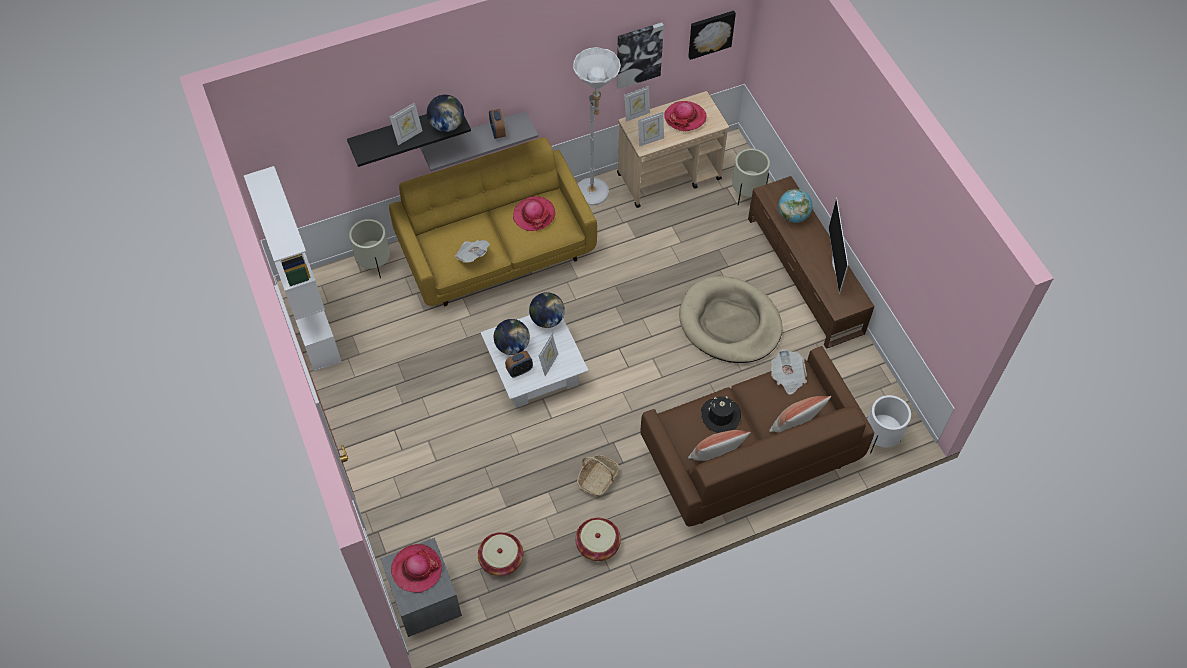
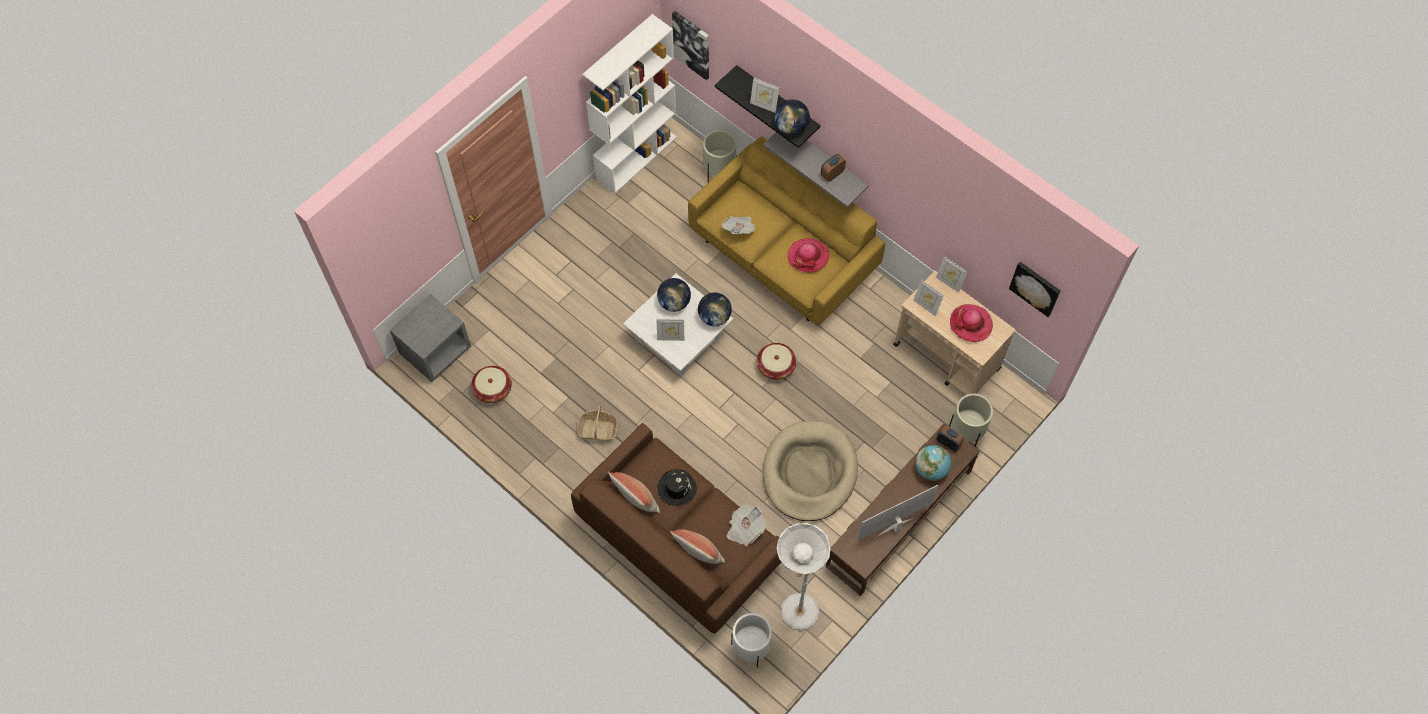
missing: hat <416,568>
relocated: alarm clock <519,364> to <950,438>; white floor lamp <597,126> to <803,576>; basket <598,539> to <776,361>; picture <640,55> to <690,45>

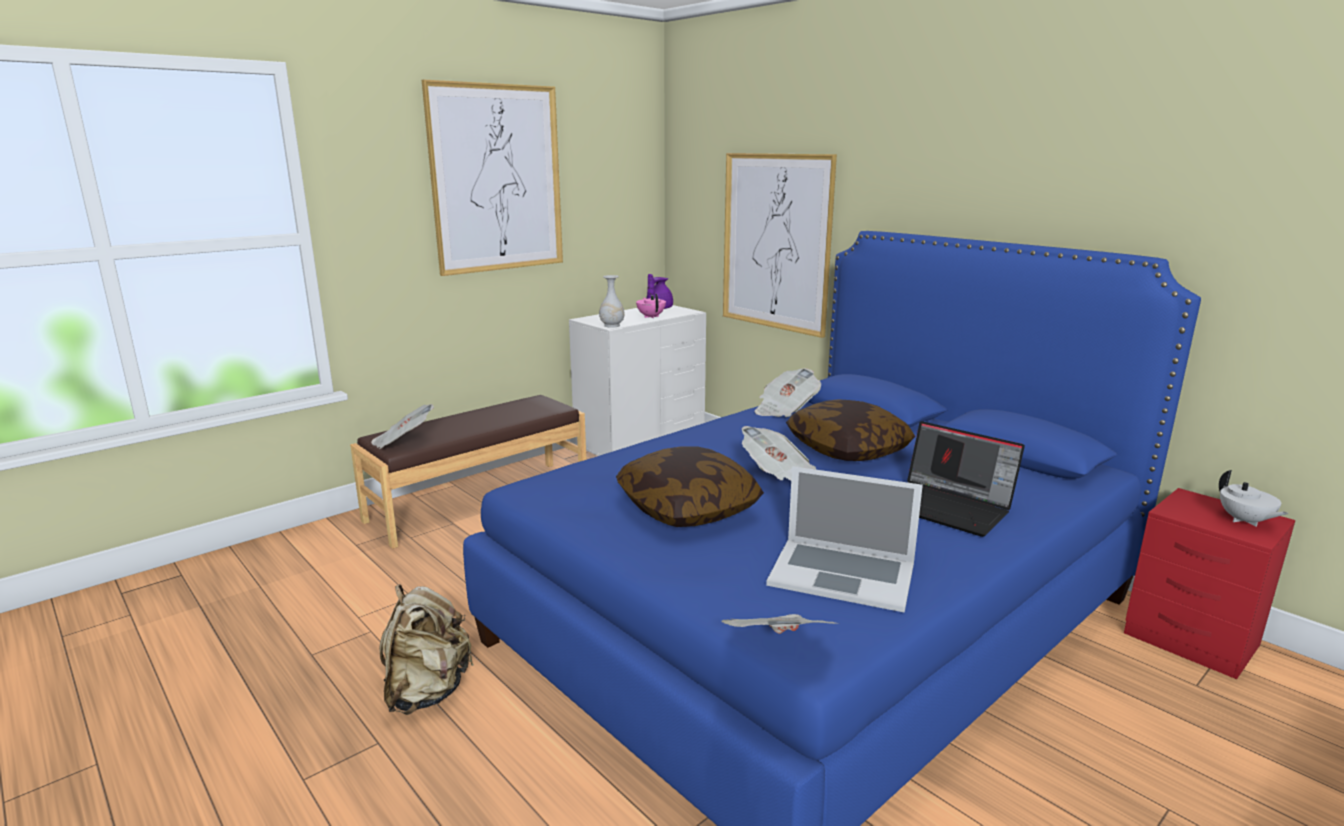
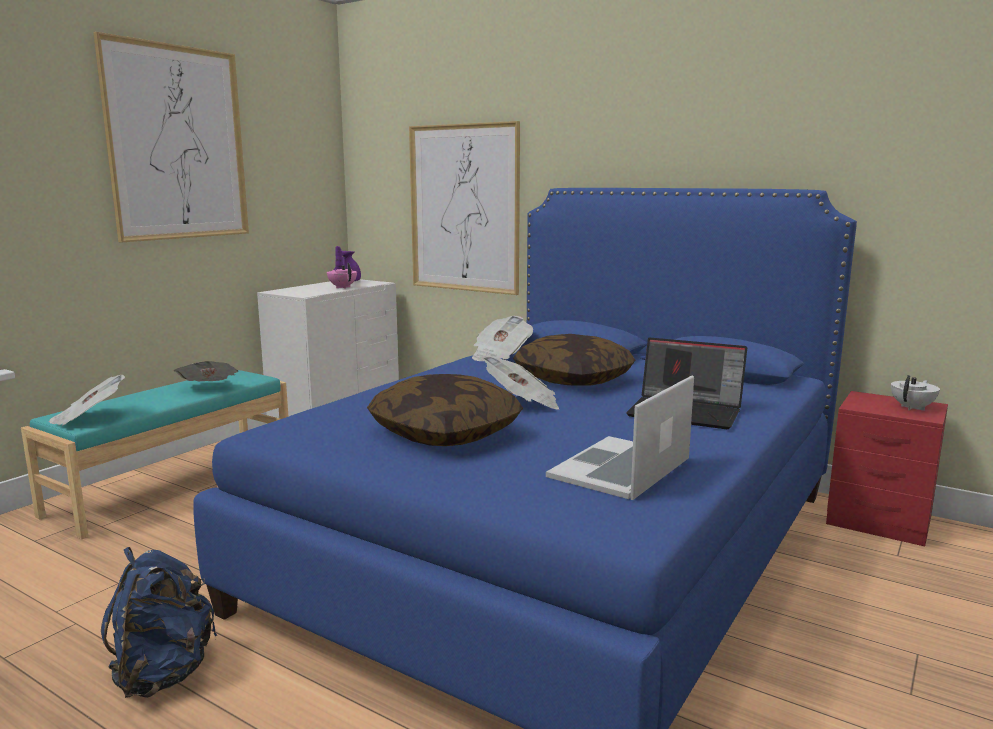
missing: white vase <612,301>
relocated: newspaper <780,624> to <206,371>
colour: brown bench <468,472> to turquoise bench <155,454>; beige backpack <426,649> to blue backpack <159,622>
spun: laptop <844,539> = <620,437> 120 degrees clockwise; white teapot <1254,498> = <915,393> 105 degrees counterclockwise

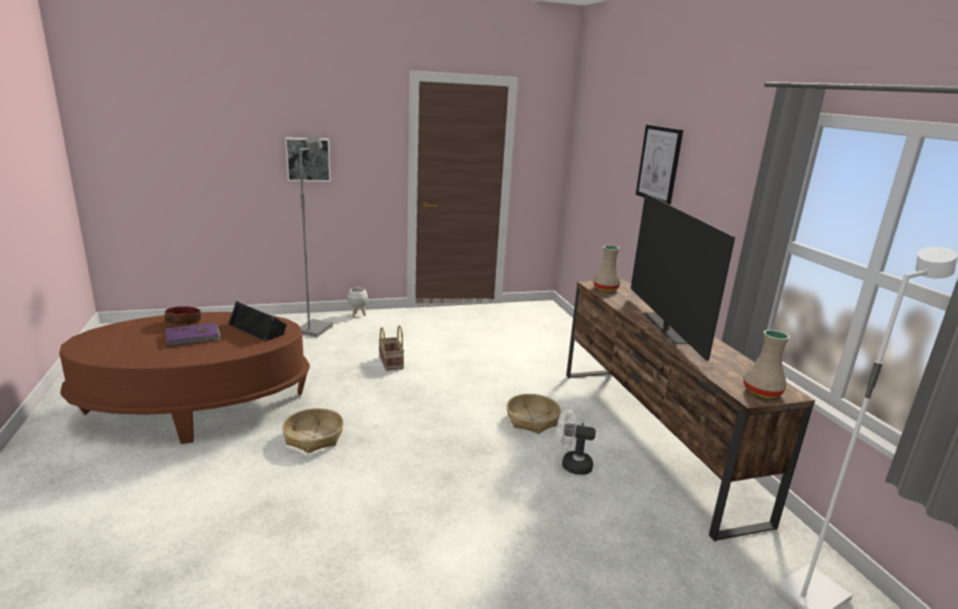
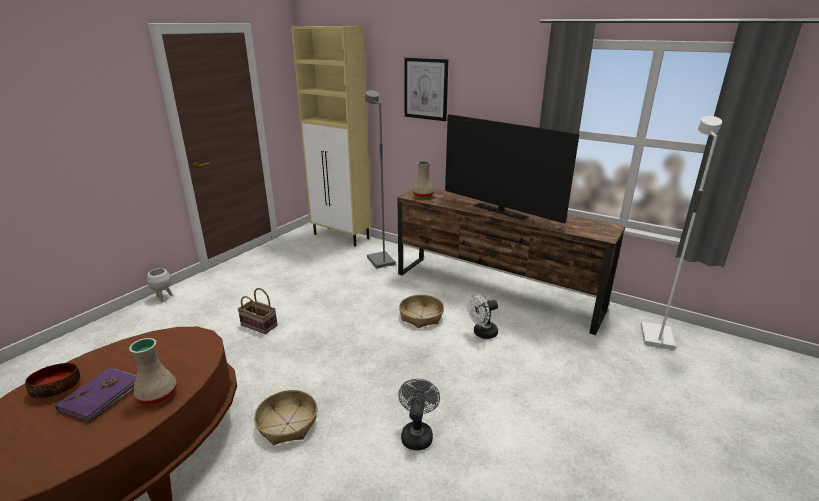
missing: black speaker <257,321>; picture <308,159>
appeared: beige cabinet <331,136>; grey fan <419,414>
relocated: grey floor lamp <316,236> to <380,179>; beige vase <766,364> to <153,371>

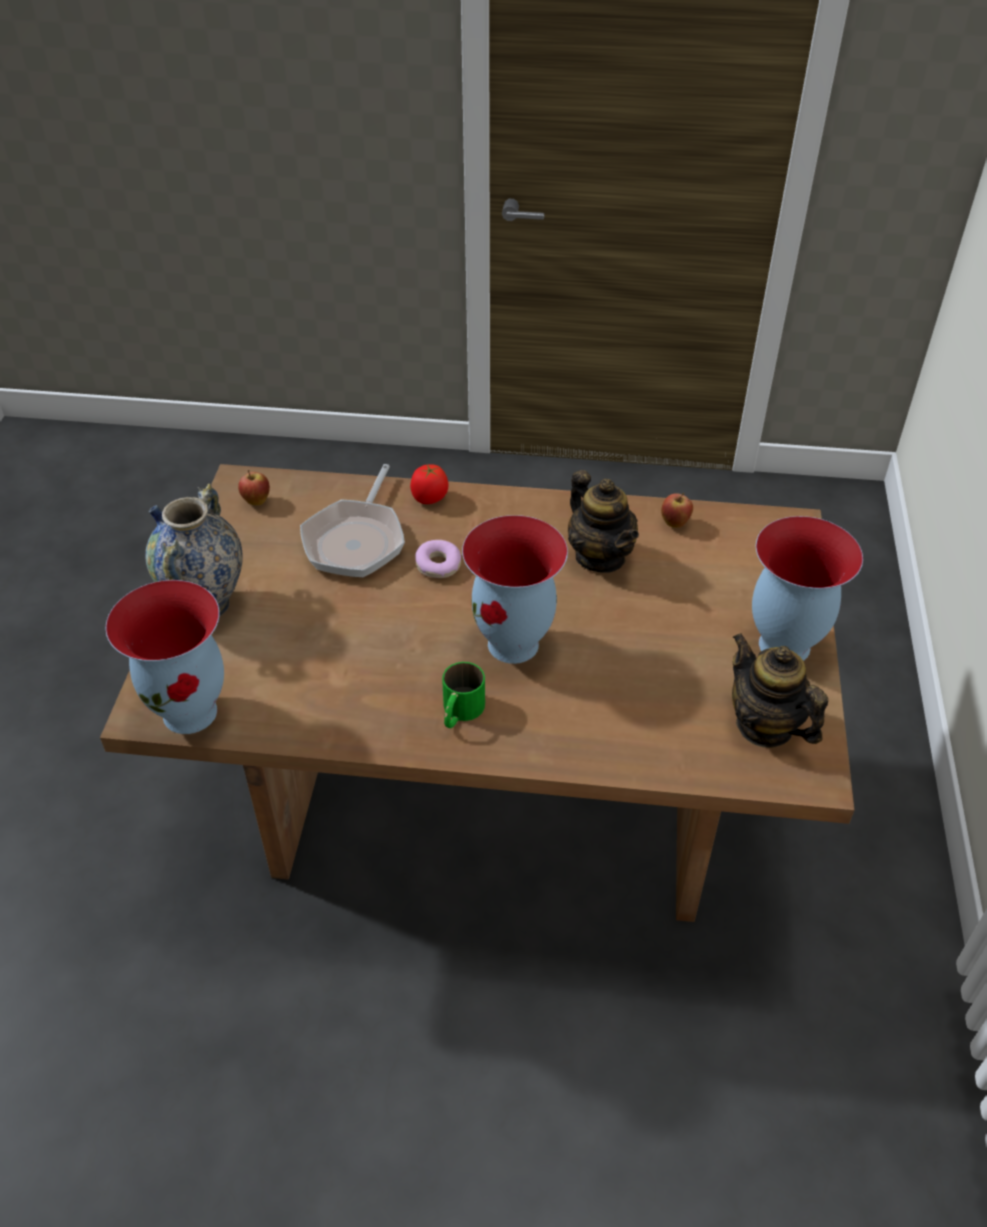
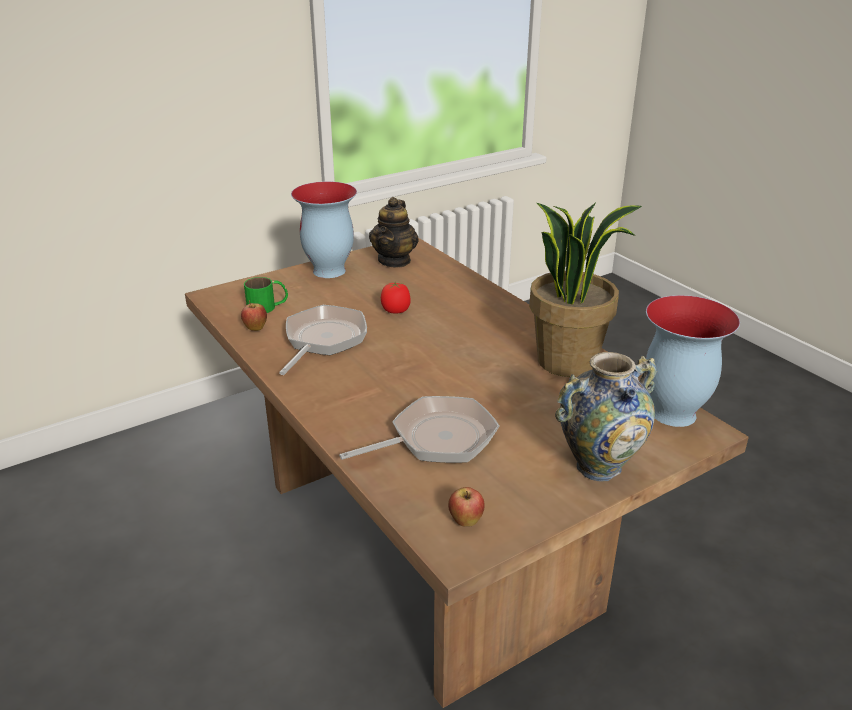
missing: donut <438,559>; vase <515,589>
appeared: potted plant <585,290>
relocated: tomato <429,484> to <396,297>; green mug <463,695> to <266,295>
exchanged: teapot <603,521> to frying pan <323,340>

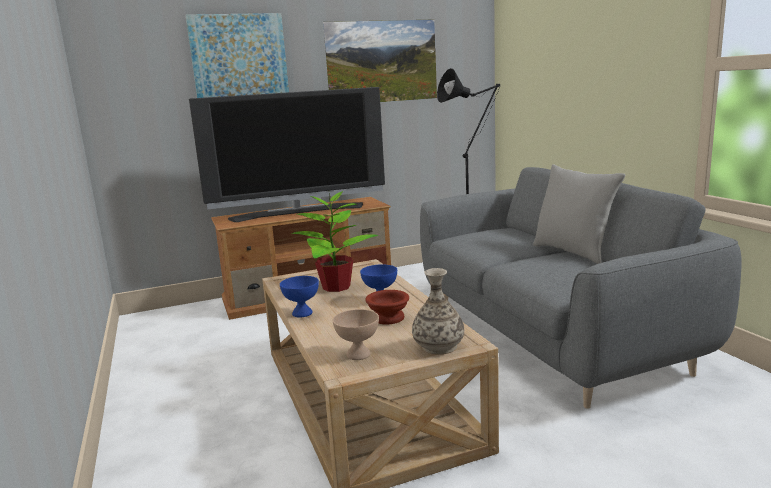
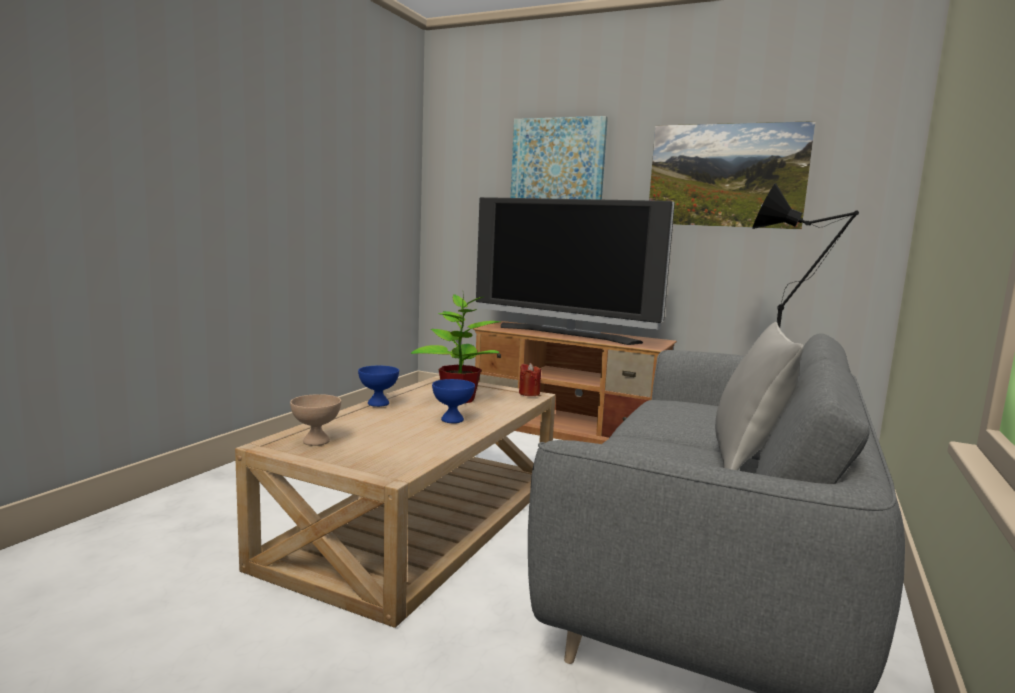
missing: brown bowl <387,307>; vase <438,311>
appeared: red candle <530,379>

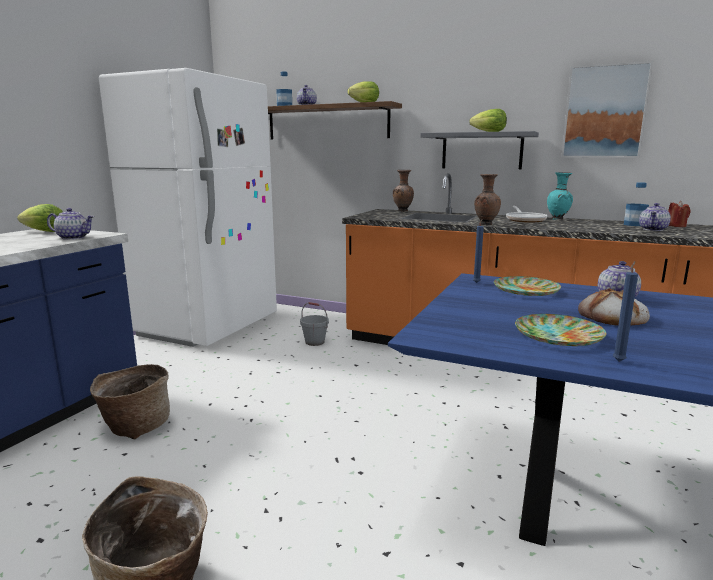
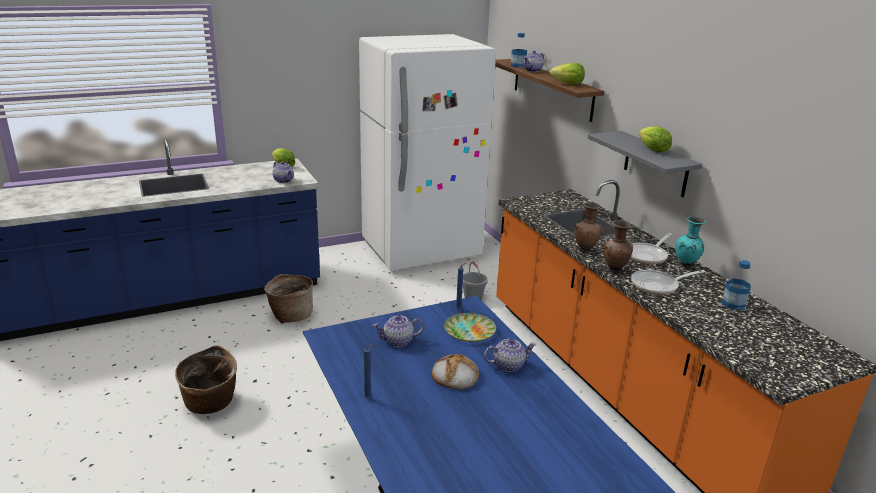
missing: plate <560,330>; picture <607,109>; red candle <679,214>
appeared: frying pan <668,282>
relocated: brown vase <403,191> to <618,246>; teapot <655,217> to <398,331>

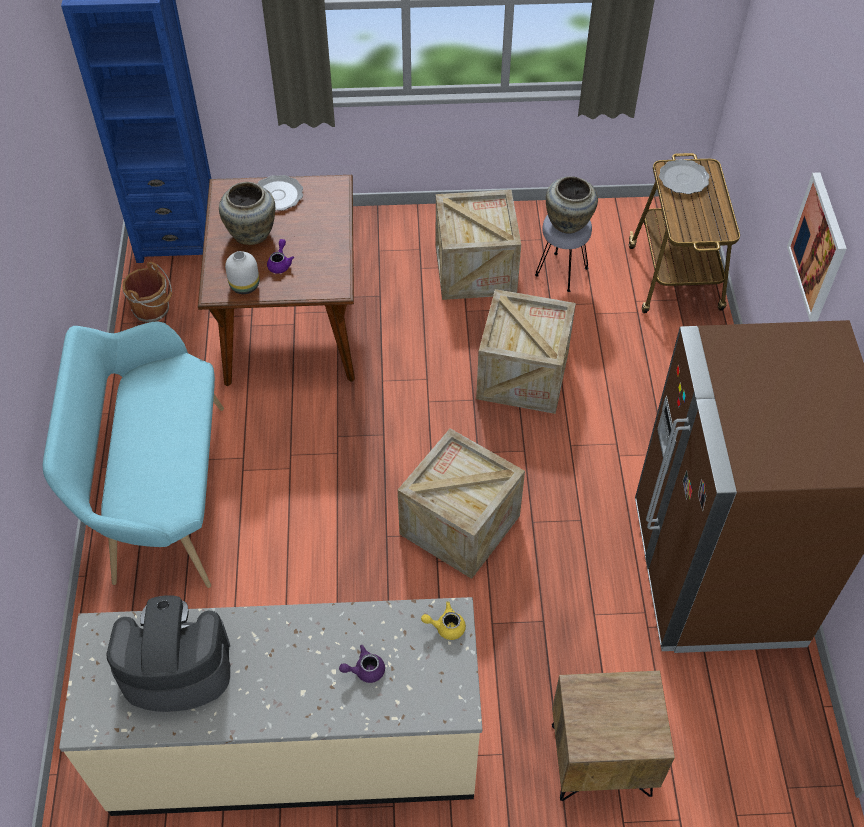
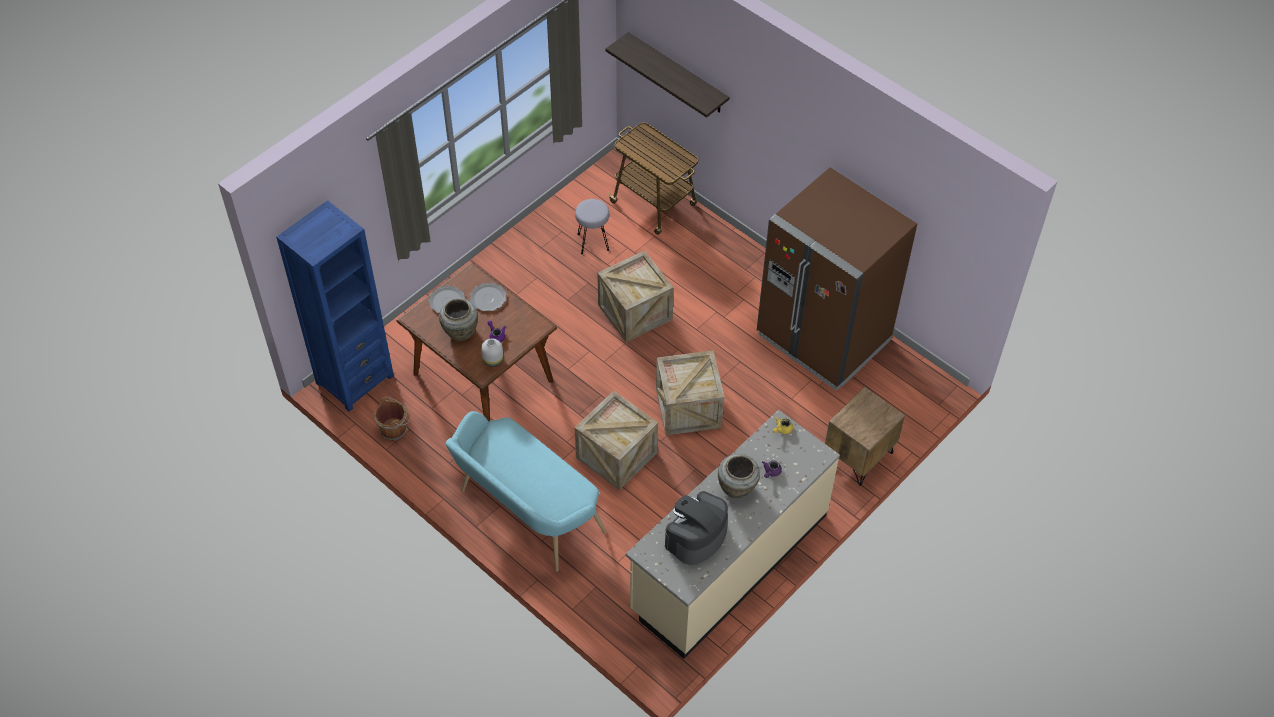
missing: picture <817,246>
appeared: shelf <667,75>
relocated: crate <478,245> to <616,440>; beige vase <572,205> to <739,476>; plate <684,176> to <488,297>

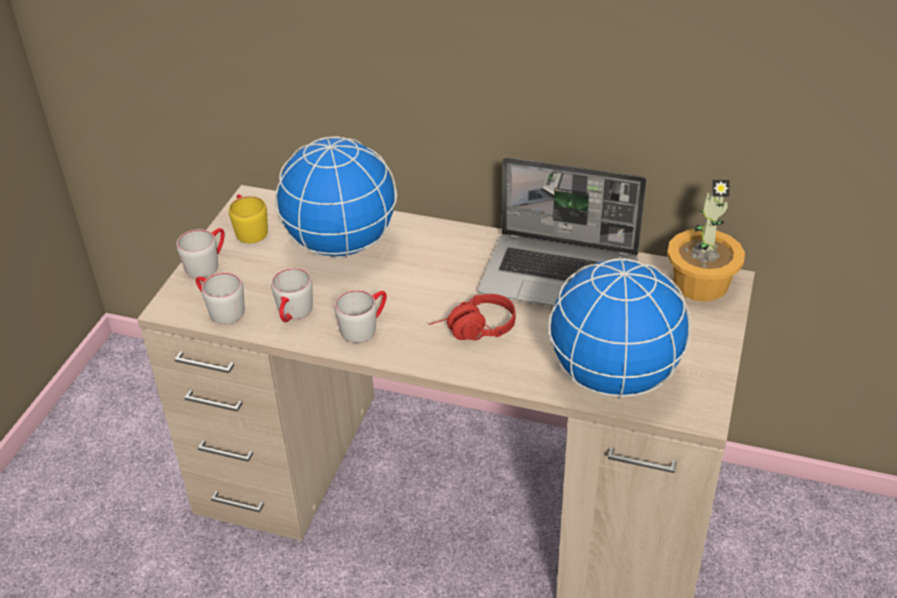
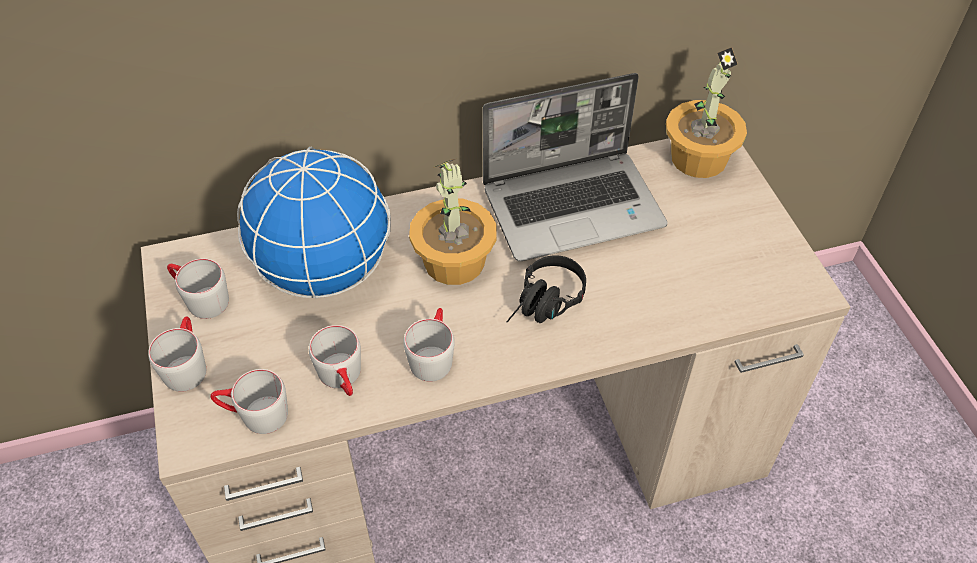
missing: globe <619,328>
appeared: potted plant <452,222>
colour: yellow mug <248,218> to grey mug <198,288>; red headphones <472,317> to black headphones <546,289>

